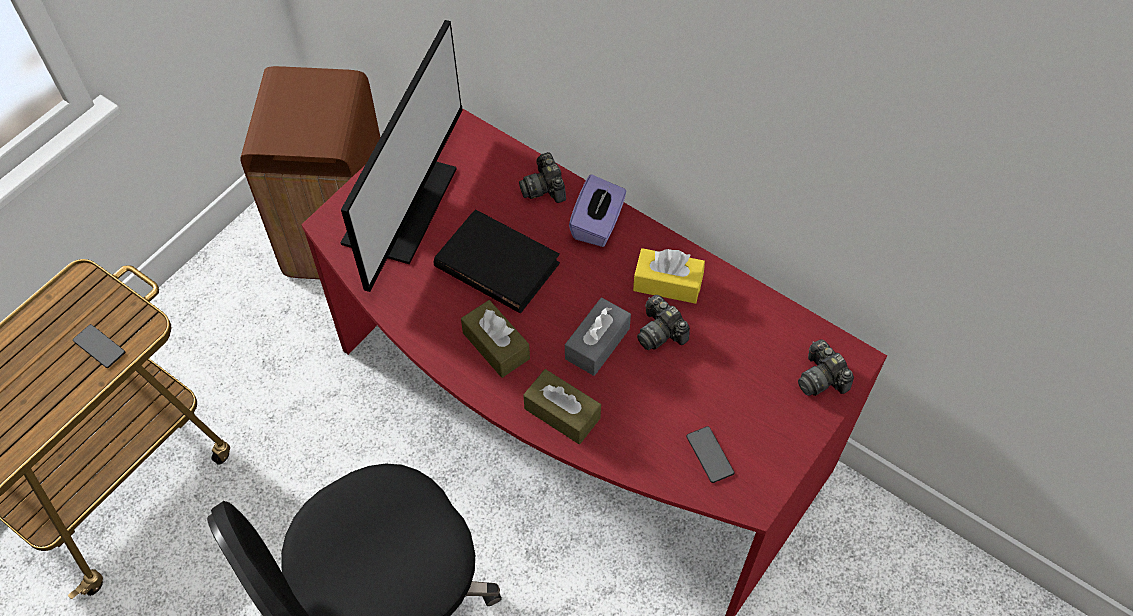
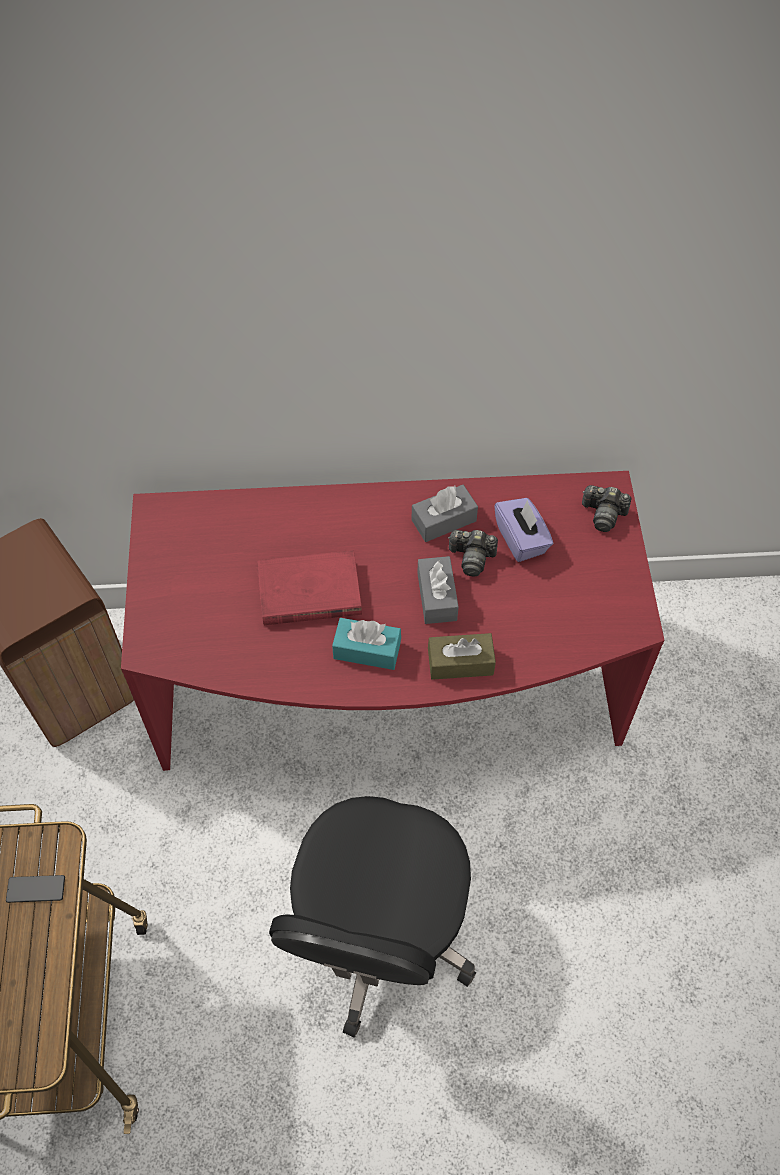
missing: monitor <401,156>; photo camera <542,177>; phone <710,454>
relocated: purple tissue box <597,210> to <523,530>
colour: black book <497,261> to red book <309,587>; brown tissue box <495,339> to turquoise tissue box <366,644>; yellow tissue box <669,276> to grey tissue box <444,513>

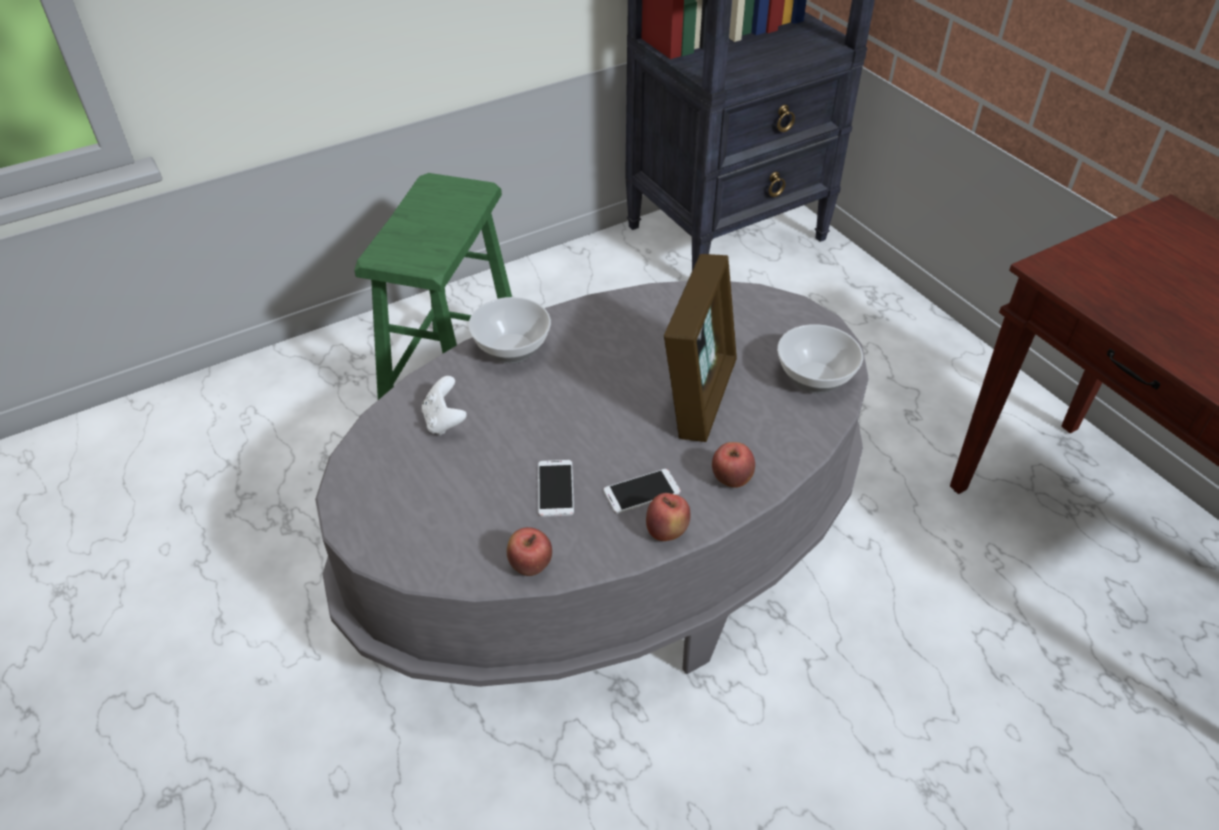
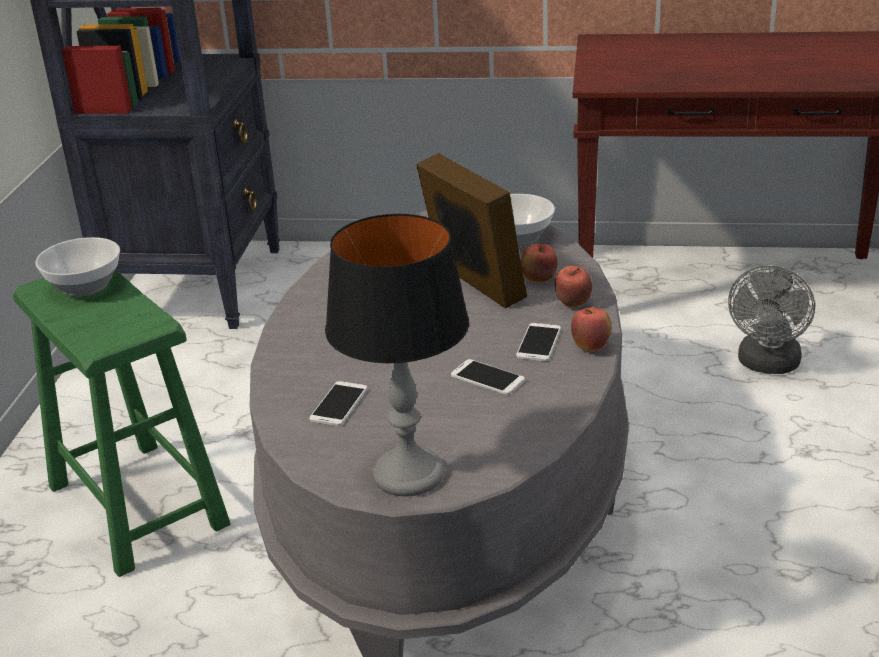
appeared: table lamp <397,355>; grey fan <771,319>
relocated: bowl <509,330> to <77,267>; apple <529,551> to <539,262>
exchanged: white game controller <444,406> to phone <338,403>

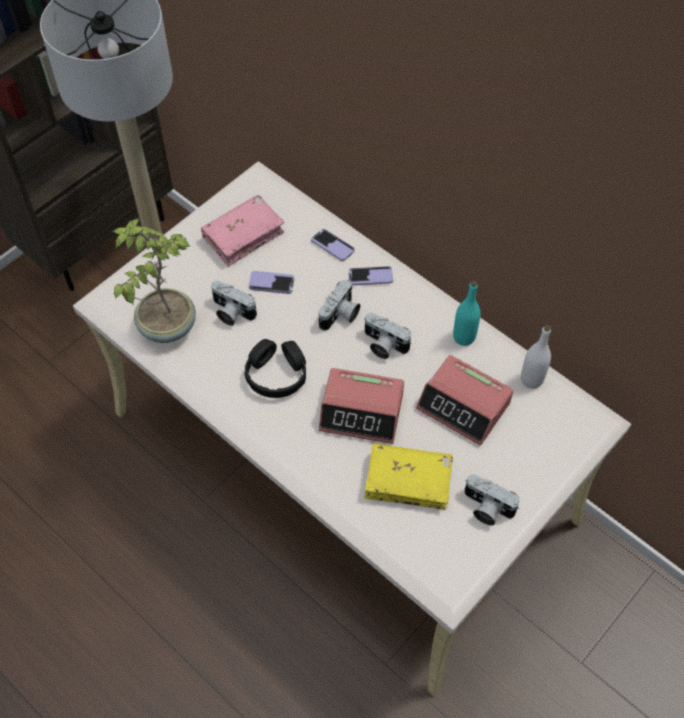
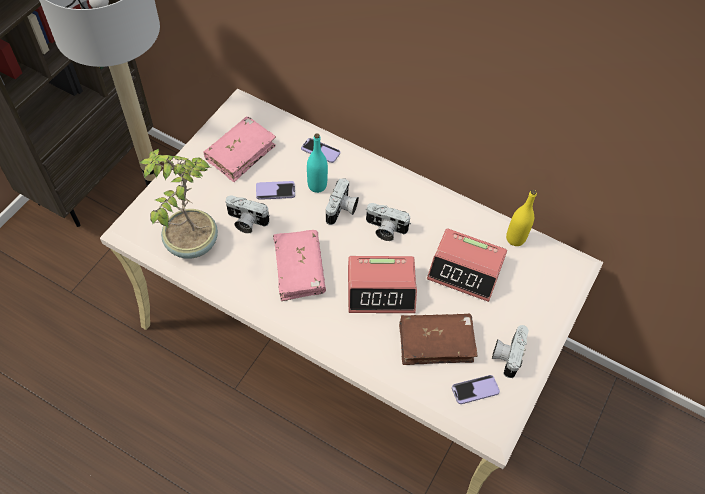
relocated: phone <370,275> to <476,389>; turquoise bottle <467,313> to <317,163>
exchanged: black headphones <275,368> to pink book <299,265>
colour: yellow book <408,476> to brown book <438,339>; white bottle <536,357> to yellow bottle <521,217>
spun: photo camera <492,500> = <510,351> 90 degrees clockwise

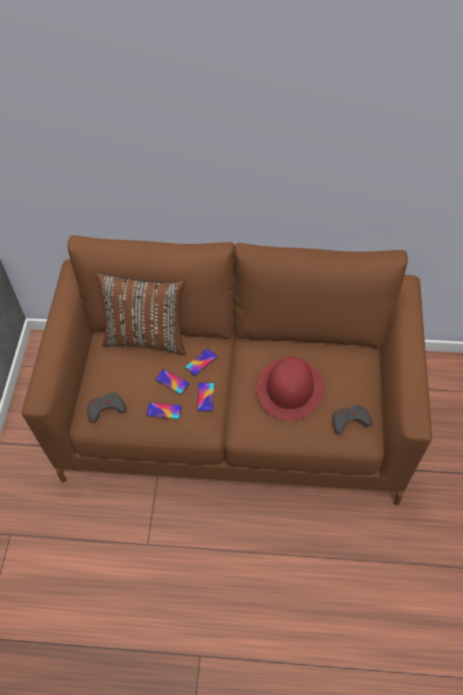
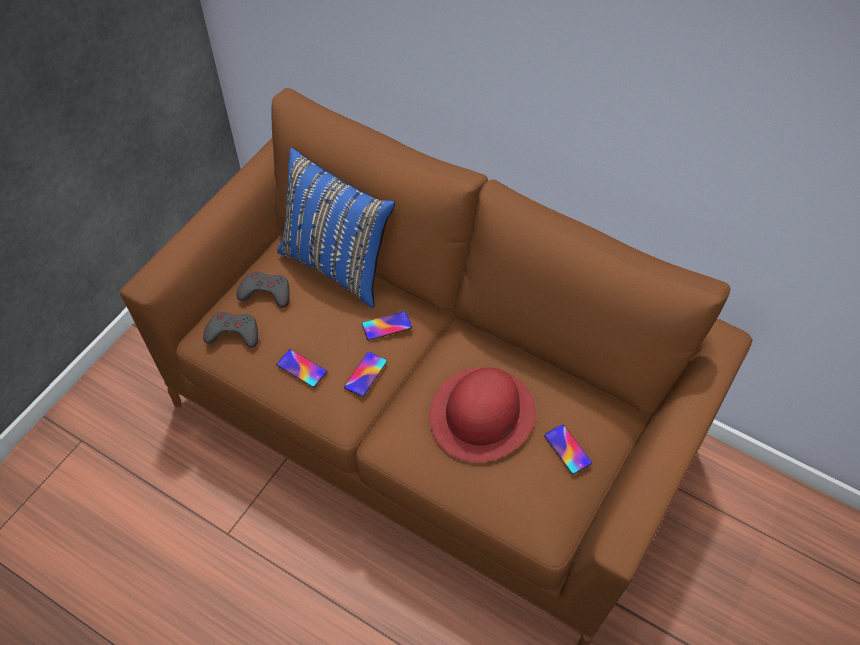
relocated: phone <172,381> to <568,449>; grey game controller <353,420> to <263,290>
colour: brown pillow <141,313> to blue pillow <336,227>

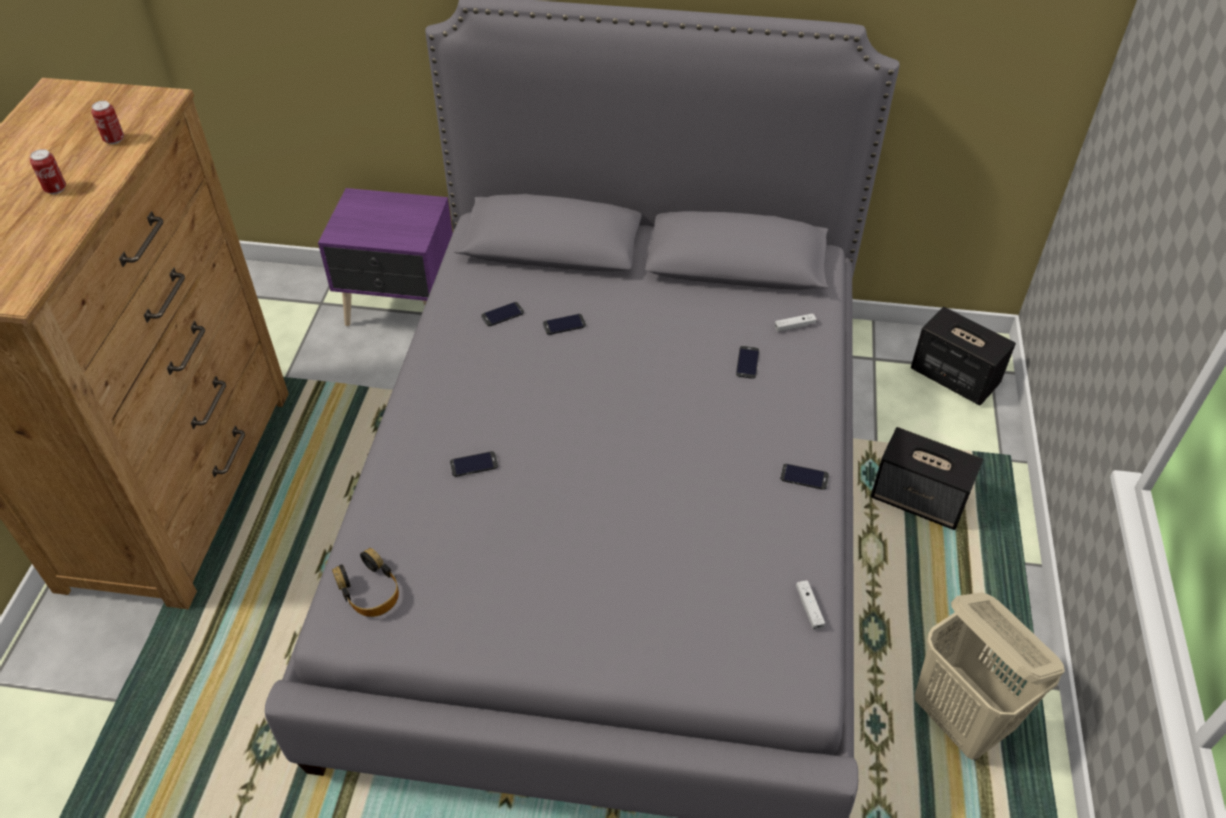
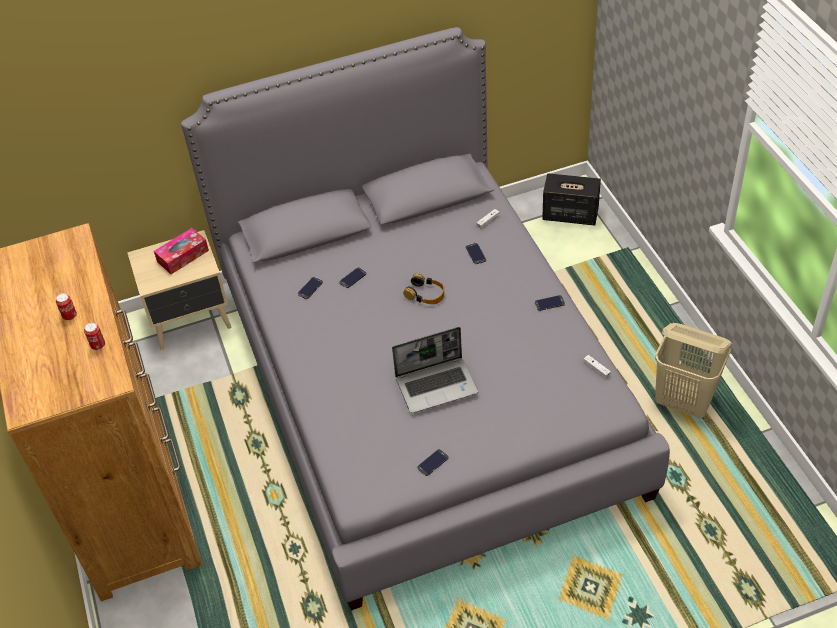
missing: speaker <927,478>
appeared: tissue box <181,251>; laptop <435,370>
relocated: can <107,122> to <94,336>; headphones <365,582> to <423,289>; phone <474,464> to <433,462>
colour: purple nightstand <385,257> to beige nightstand <179,290>

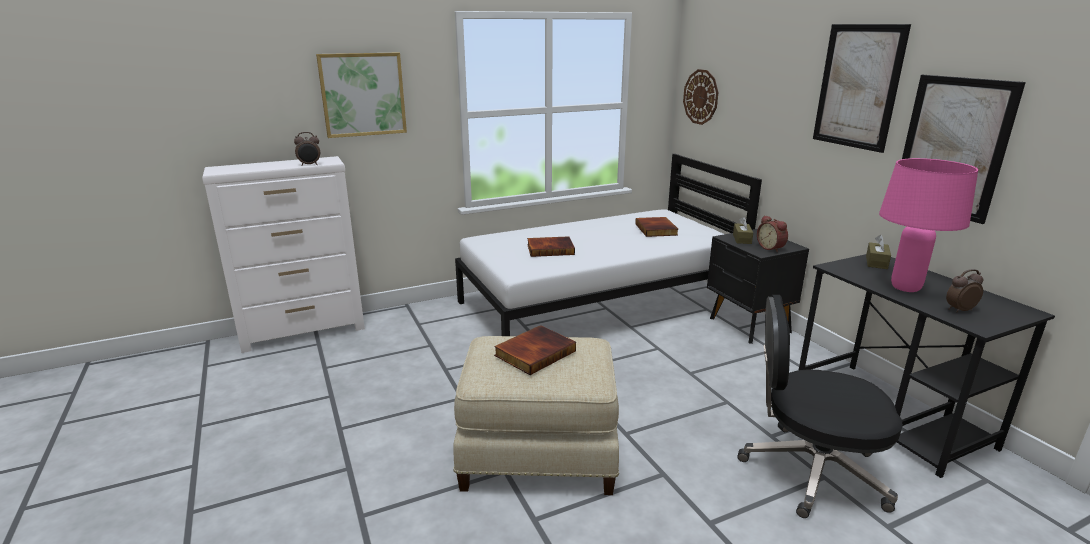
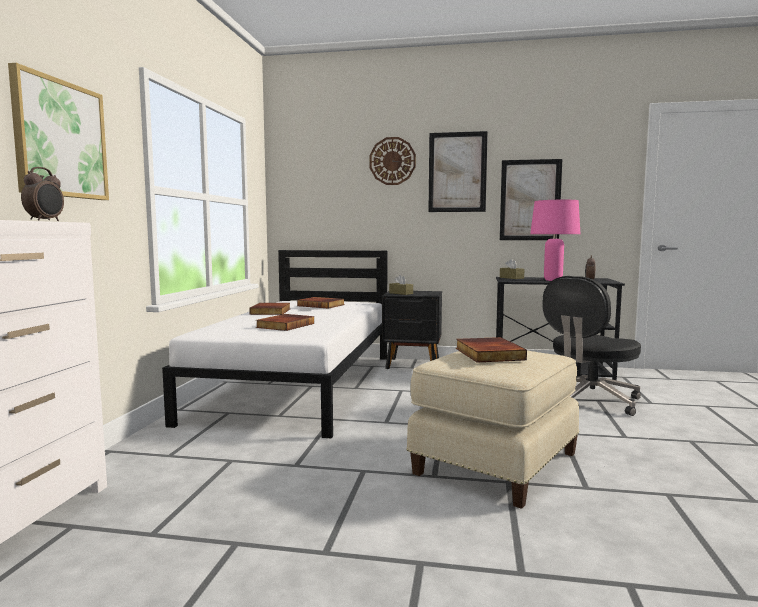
missing: alarm clock <772,233>
appeared: book <269,309>
relocated: wall clock <700,97> to <392,161>

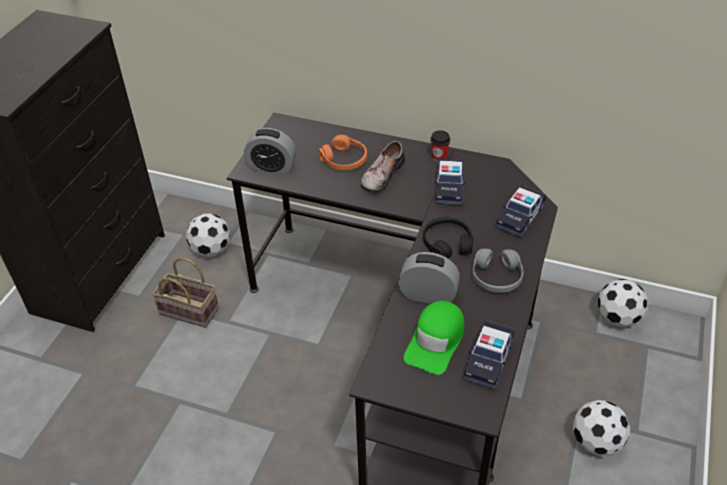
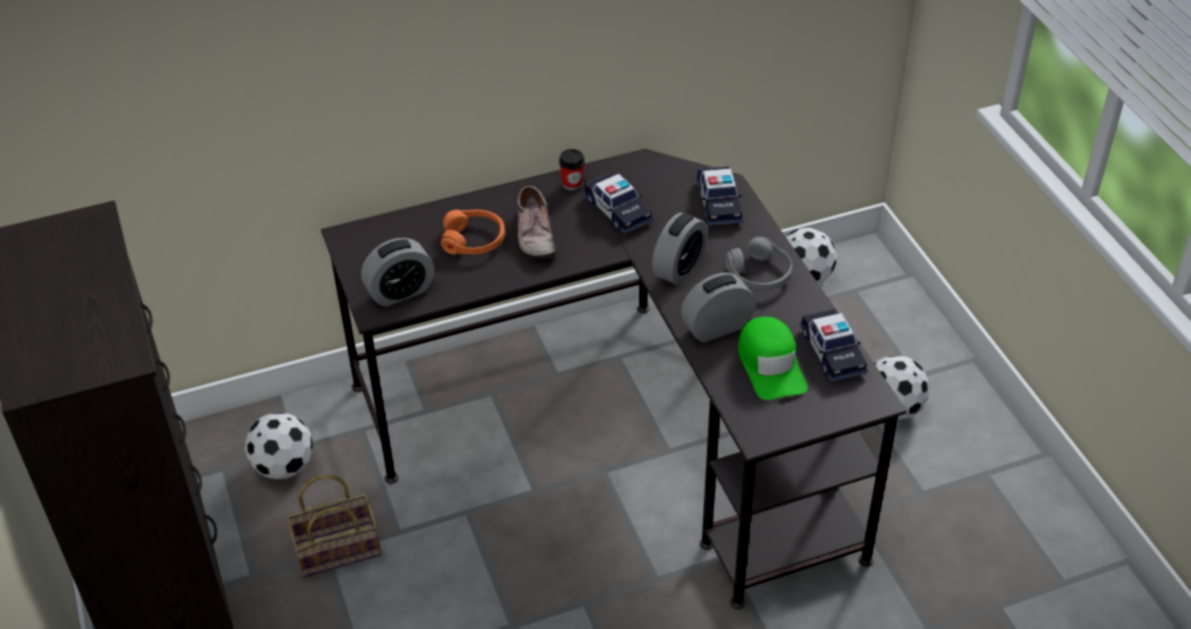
exchanged: black headphones <448,237> to alarm clock <680,249>

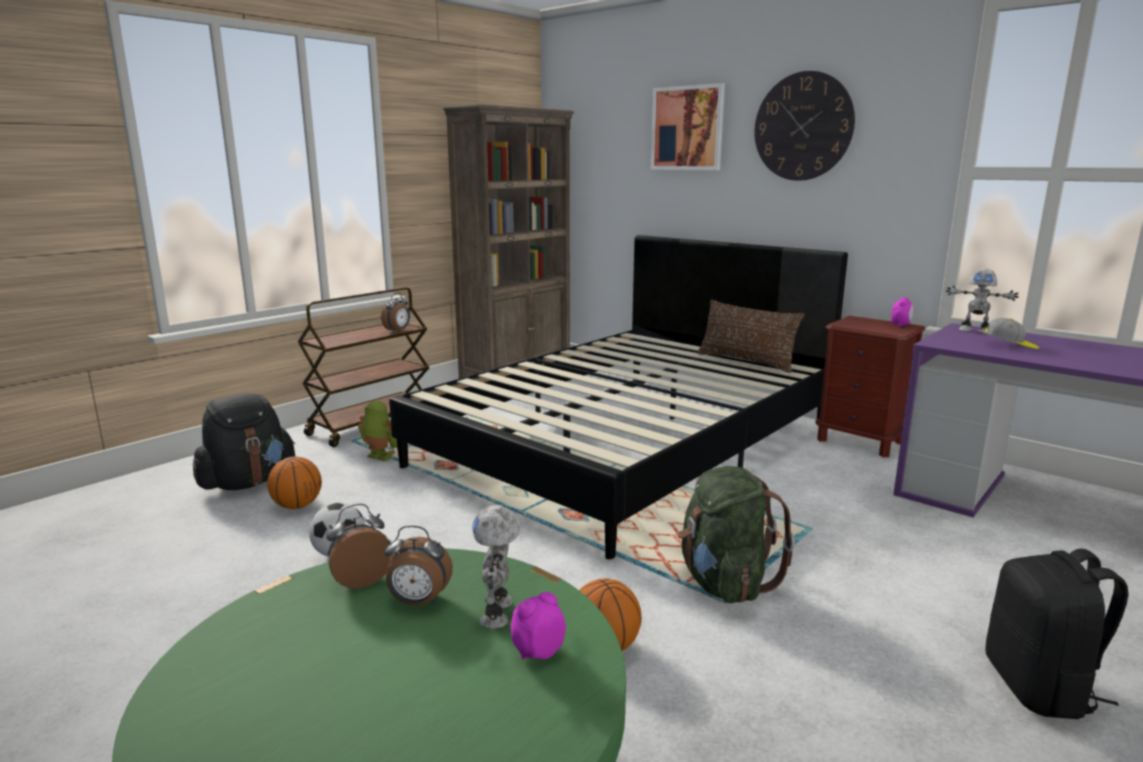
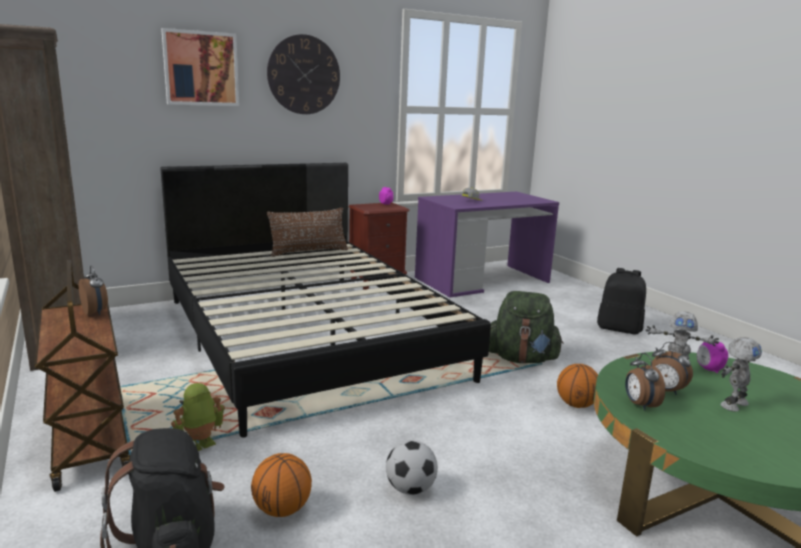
relocated: toy robot <982,301> to <741,374>
spun: alarm clock <418,565> = <672,368> 105 degrees clockwise

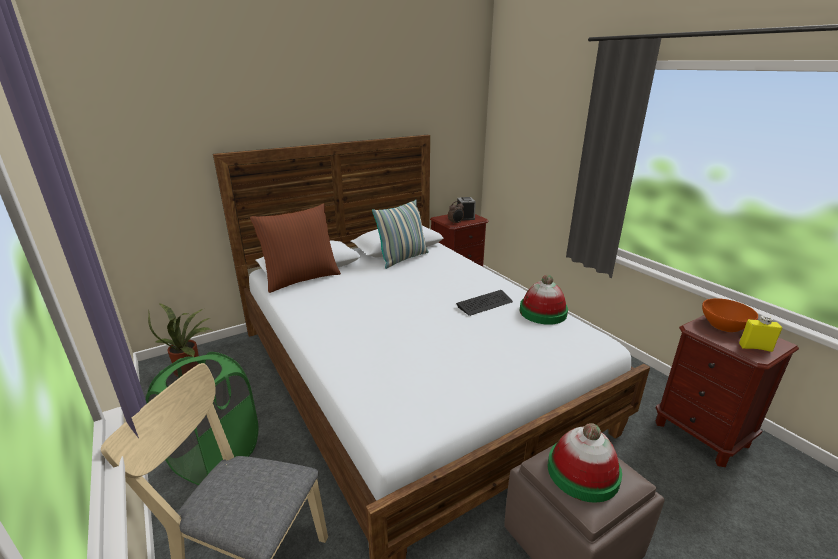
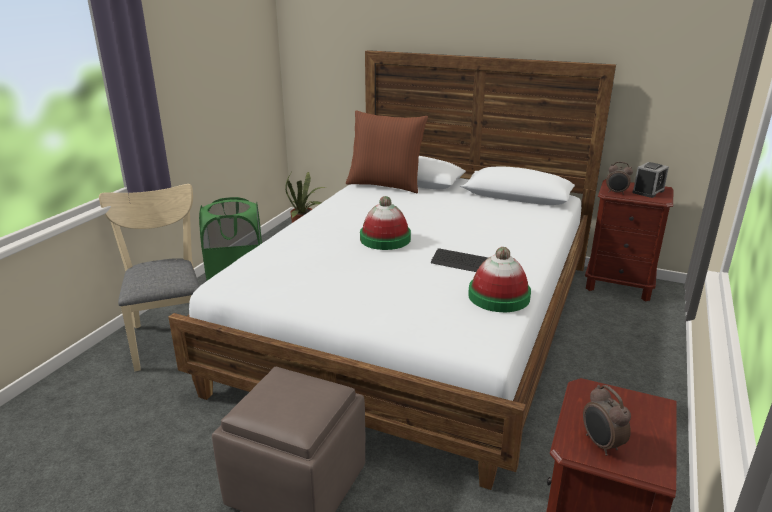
missing: pillow <400,234>; orange bowl <730,315>
relocated: hat <585,463> to <385,223>
exchanged: yellow bottle <760,333> to alarm clock <607,420>

